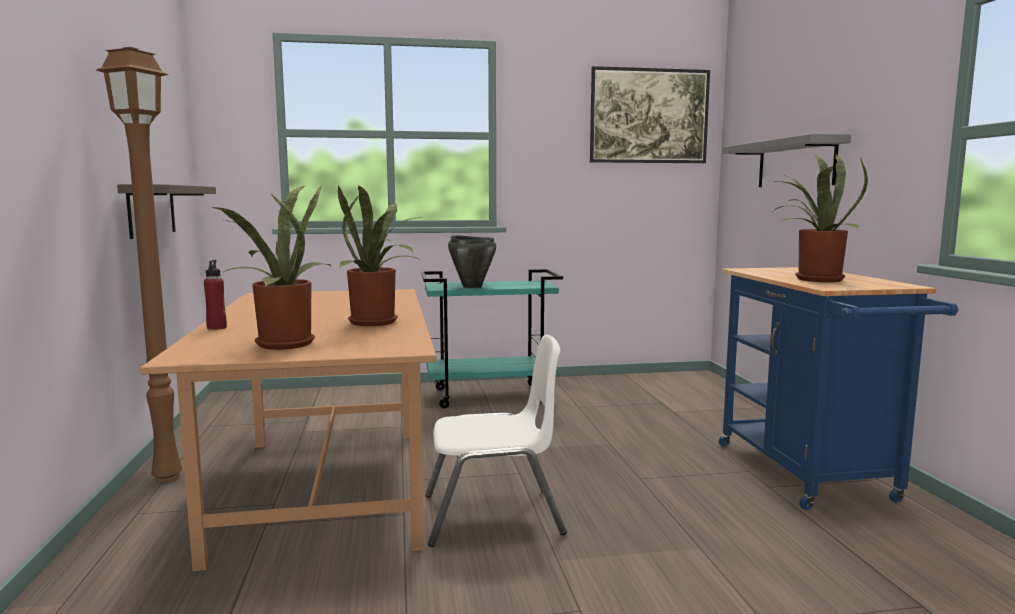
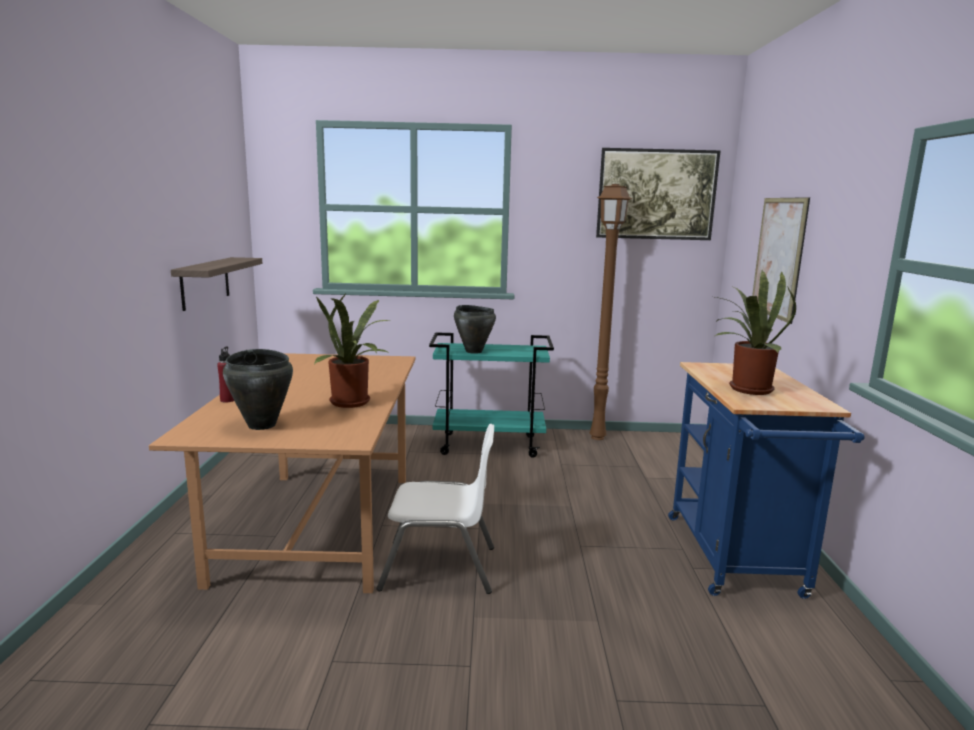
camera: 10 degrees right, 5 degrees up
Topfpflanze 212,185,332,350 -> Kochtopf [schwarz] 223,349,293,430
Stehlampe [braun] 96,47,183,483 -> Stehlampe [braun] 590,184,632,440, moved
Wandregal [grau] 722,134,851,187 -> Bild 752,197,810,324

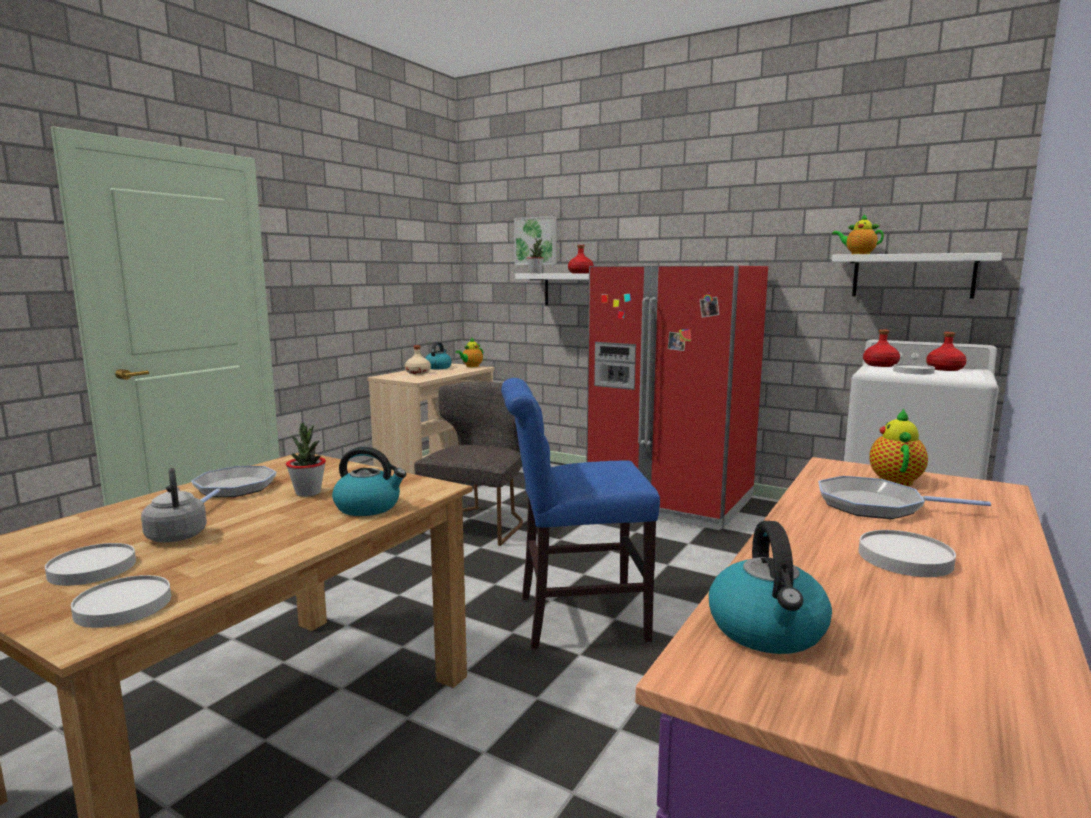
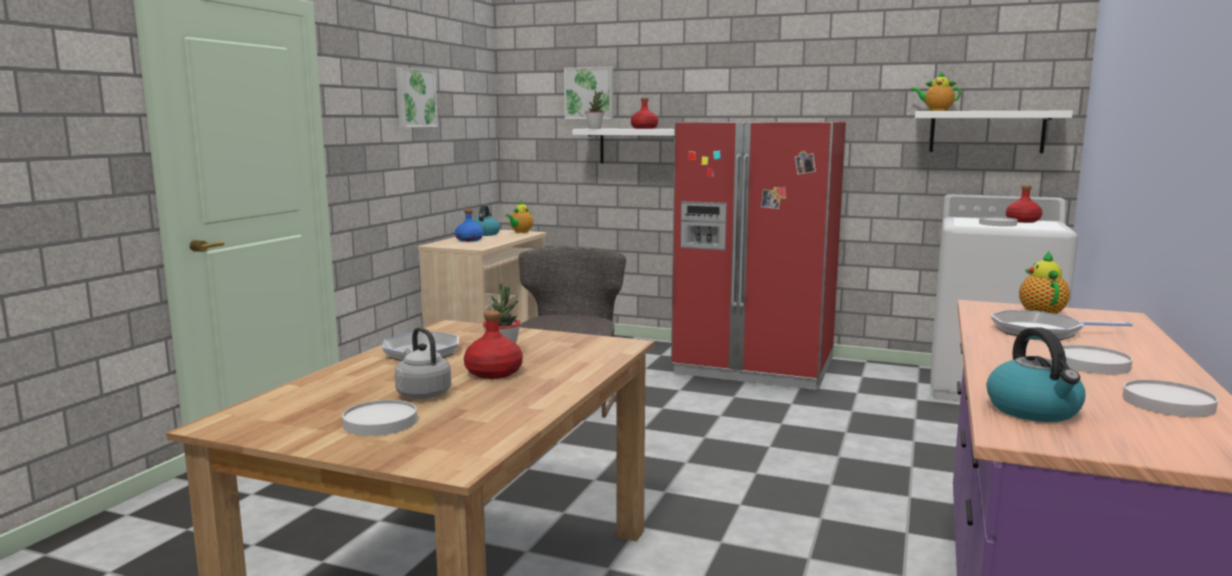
camera: 10 degrees left, 0 degrees up
none -> Bild 396,67,438,128
Flasche [beige] 405,345,431,374 -> Flasche [blau] 455,209,484,242
Flasche [rot] 863,329,900,367 -> Flasche [rot] 464,310,523,379, moved
Teller [weiß] 71,575,171,628 -> Teller [weiß] 1122,380,1218,417, moved
Wasserkessel 332,447,406,516 -> none
Stuhl [blau] 501,378,660,649 -> none

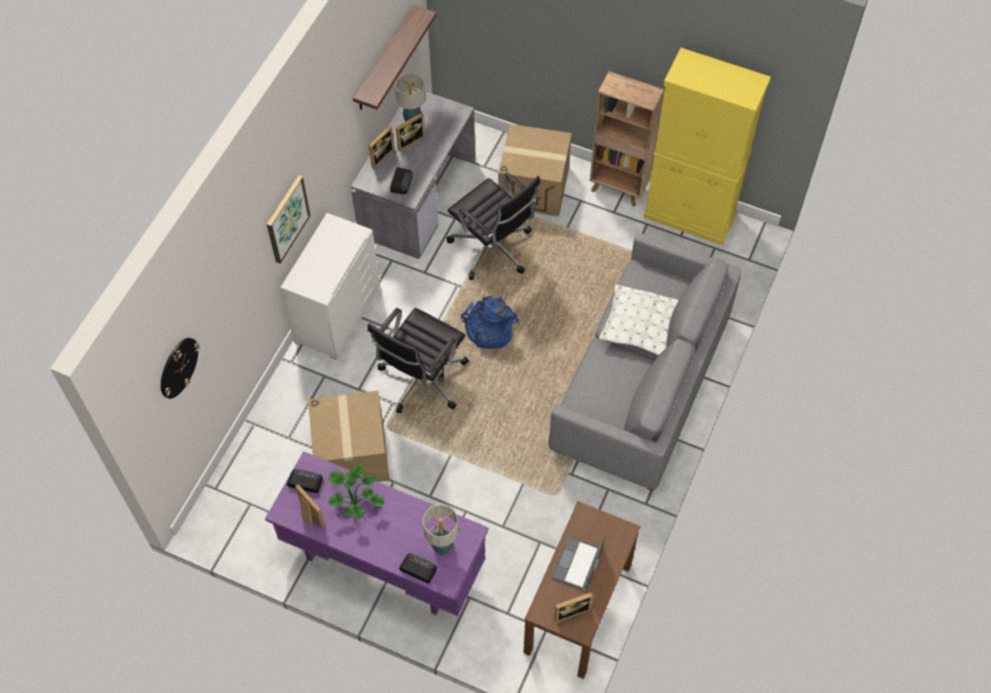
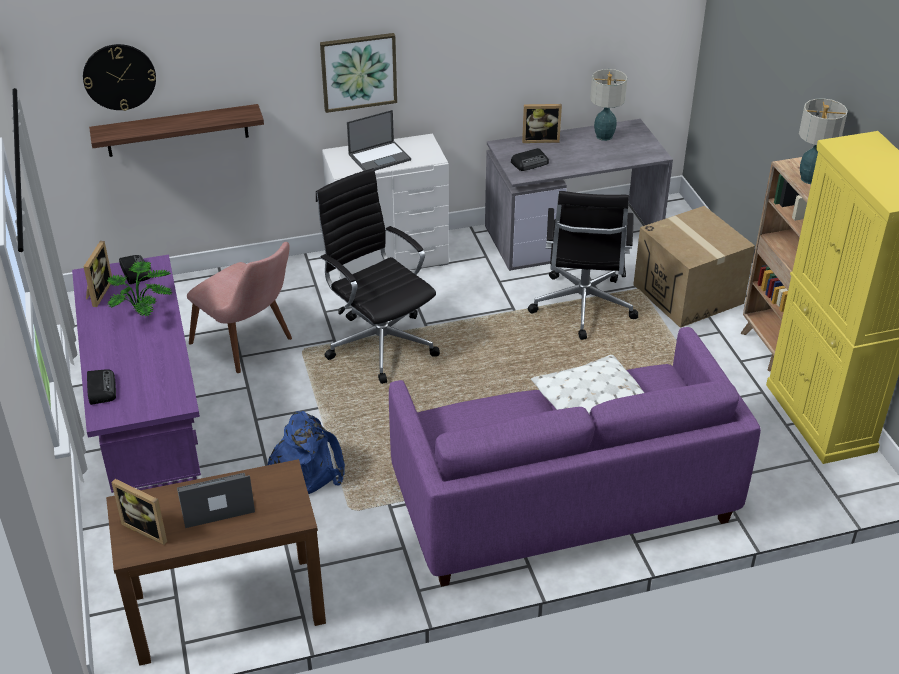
camera: 50 degrees right, 20 degrees down
Wandregal 353,5,436,110 -> Wandregal 89,104,264,157, moved
Karton 308,391,390,482 -> Stuhl [rosa] 187,242,292,373
Rucksack [blau] 461,296,519,349 -> Rucksack [blau] 267,411,345,494, moved
Bürostuhl [schwarz] 368,308,469,413 -> Bürostuhl [schwarz] 316,168,440,384, 60 degrees clockwise
none -> Laptop 347,110,411,171
Sofa [grau] 549,233,742,491 -> Sofa [lila] 389,327,761,587
Tischlampe 423,504,459,555 -> Tischlampe 799,98,848,184, moved
Bilderrahmen 396,112,425,152 -> none

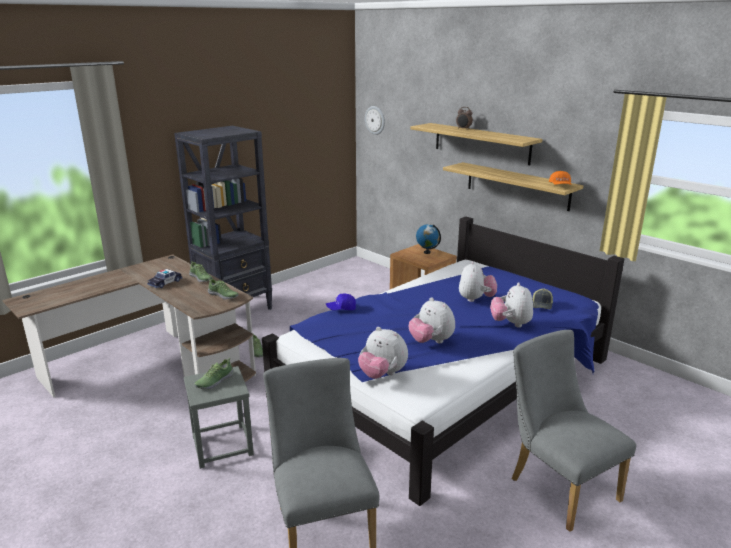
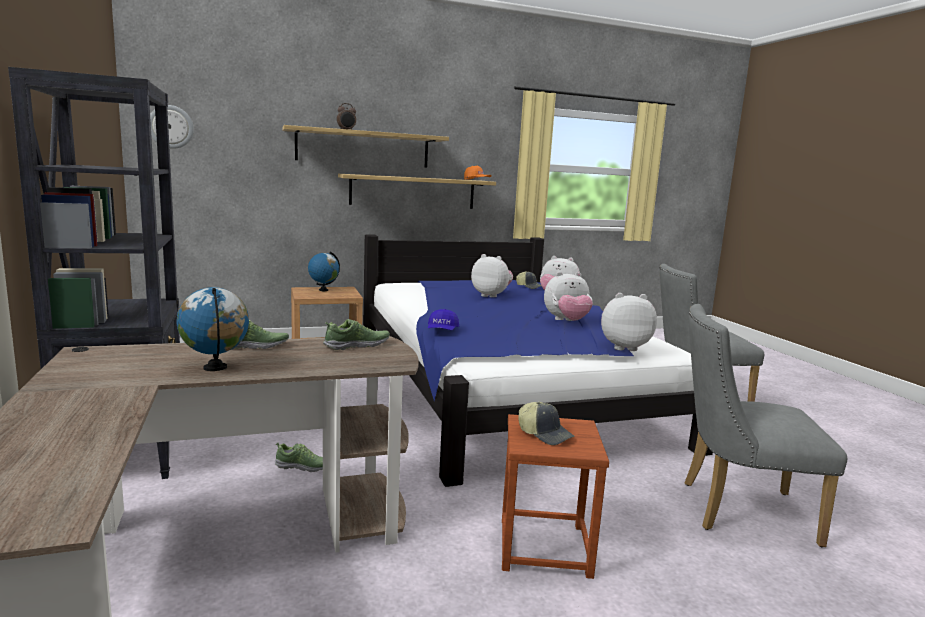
camera: 65 degrees left, 10 degrees down
Spielzeugauto 147,269,182,288 -> Globus 177,287,249,371
Hocker [grau] 184,366,254,469 -> Hocker [braun] 502,414,609,579
Schuh 195,358,234,389 -> Kappe 518,402,574,445
Plüschtier 358,327,408,379 -> Plüschtier 601,293,657,351, 150 degrees counterclockwise

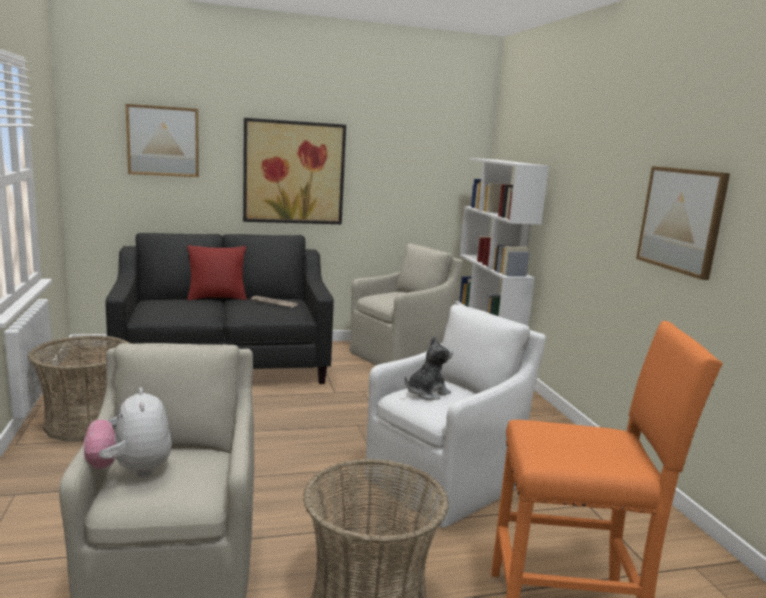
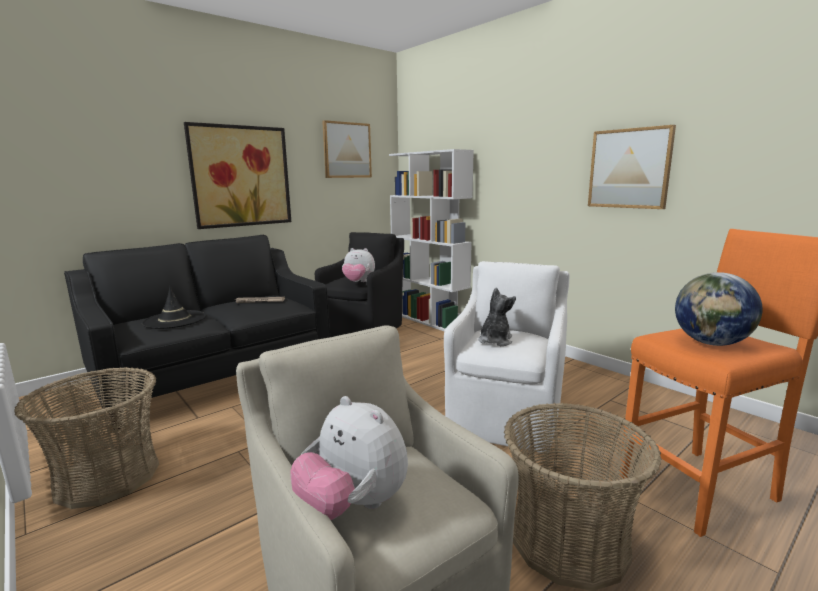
camera: 25 degrees left, 0 degrees up
none -> Hut [schwarz] 142,286,206,329
Sessel [beige] 350,244,463,365 -> Sessel [schwarz] 315,232,404,337
Bild 125,104,199,177 -> Bild 322,120,372,178, moved
none -> Plüschtier 342,248,375,282
none -> Globus 675,272,763,346
Kissen [rot] 187,245,247,300 -> none

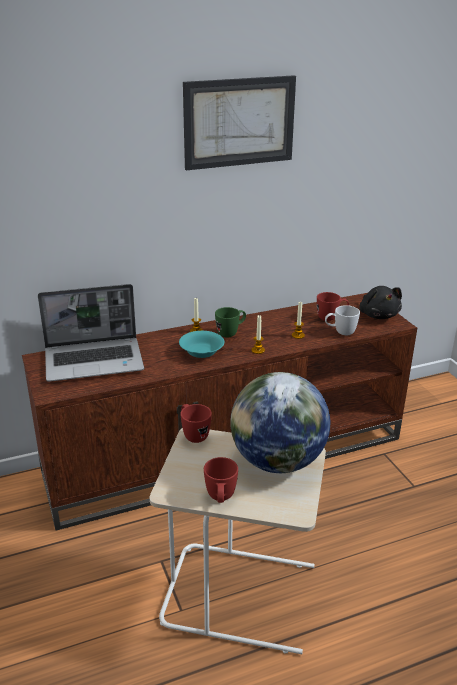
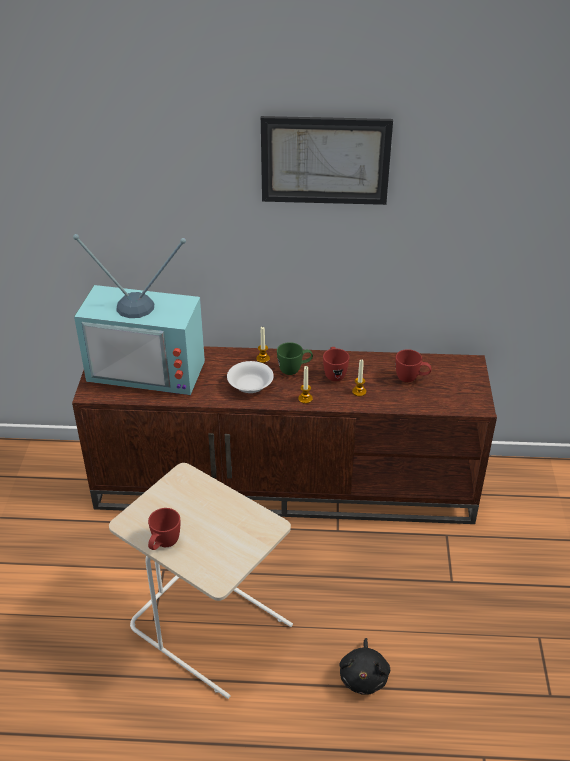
camera: 25 degrees right, 10 degrees up
Laptop 38,284,144,382 -> Fernseher 73,234,205,395
Schüssel [türkis] 179,331,224,358 -> Schüssel [weiß] 227,361,274,393
Henkelbecher [rot] 181,404,212,443 -> Henkelbecher [rot] 323,347,349,381, moved
Plüschtier [schwarz] 359,286,402,319 -> Plüschtier [schwarz] 339,638,390,695, moved
Globus 230,372,330,473 -> none
Henkelbecher [weiß] 325,305,360,335 -> none

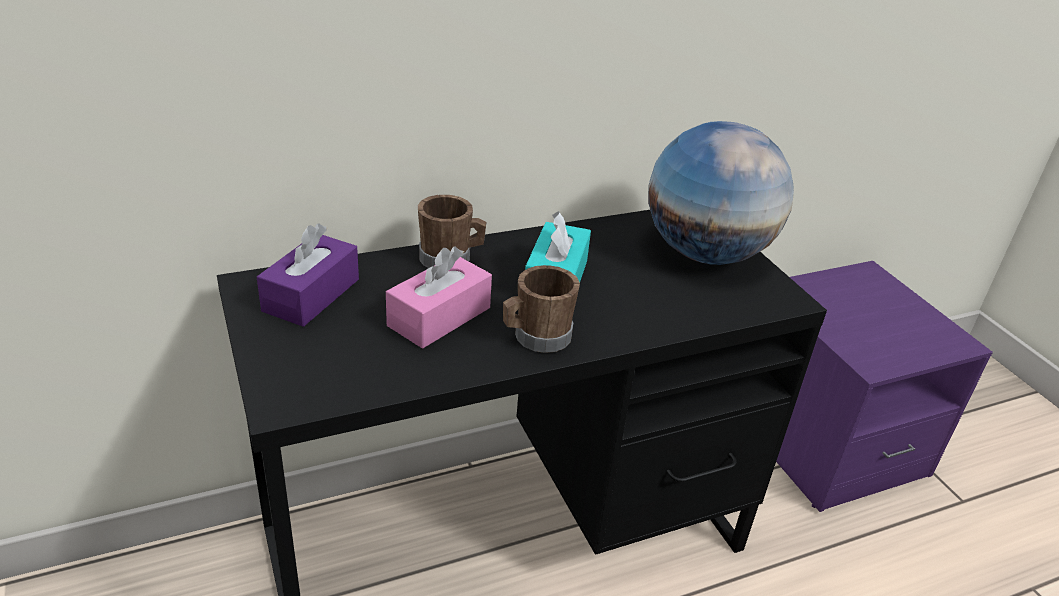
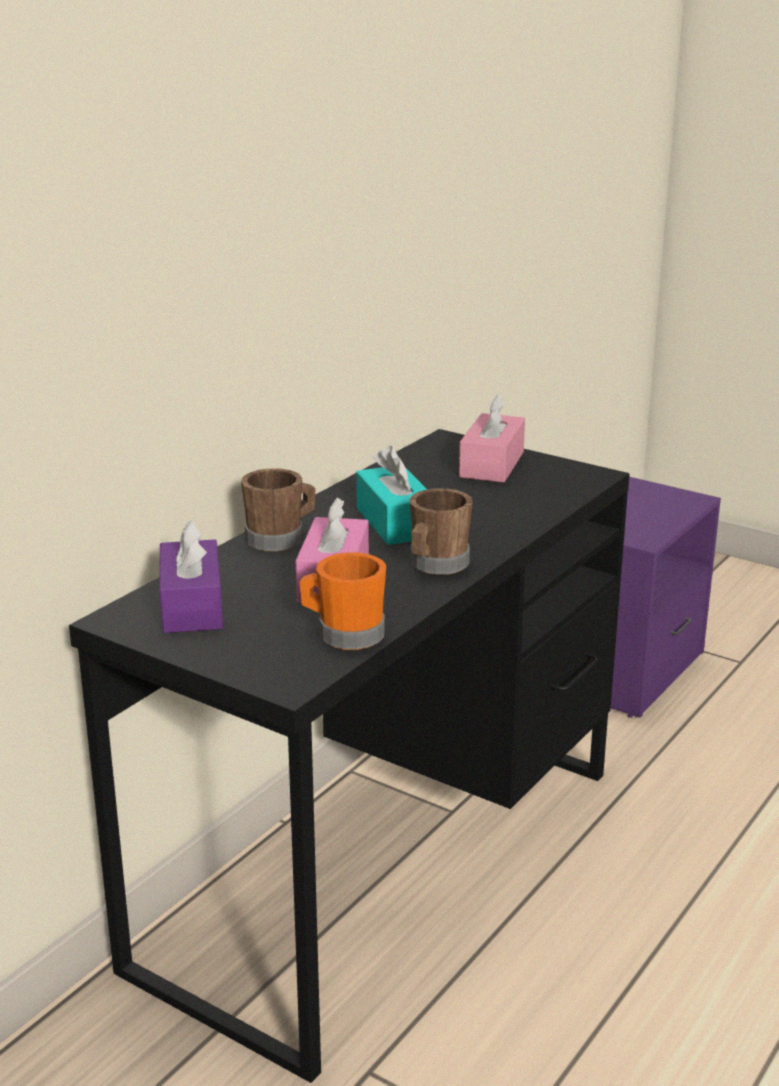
camera: 30 degrees left, 10 degrees down
none -> Henkelbecher [orange] 300,552,386,650
Globus 648,121,794,265 -> Taschentuchbox [rosa] 459,394,525,483

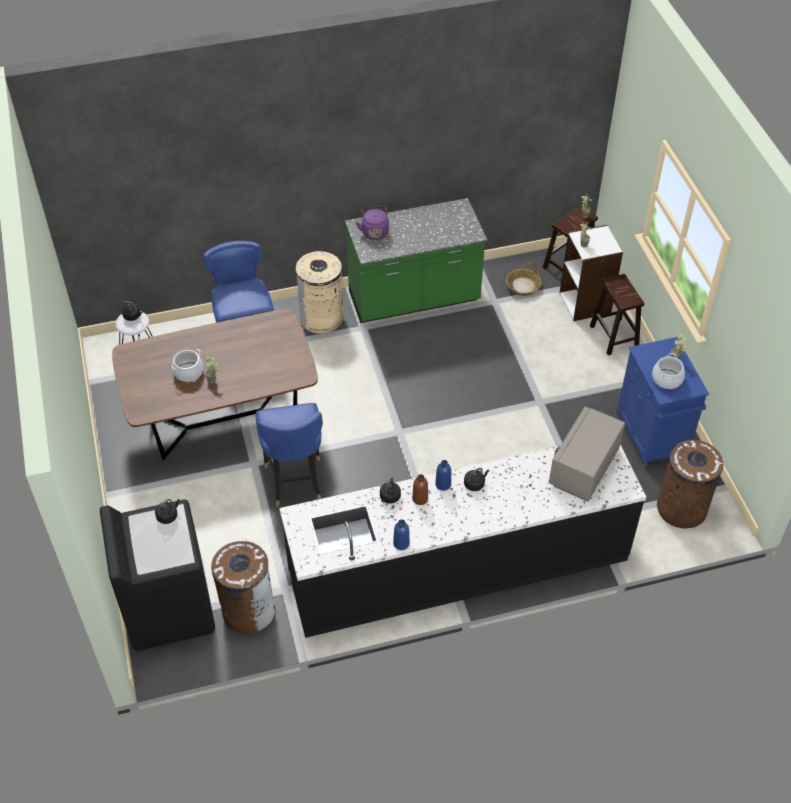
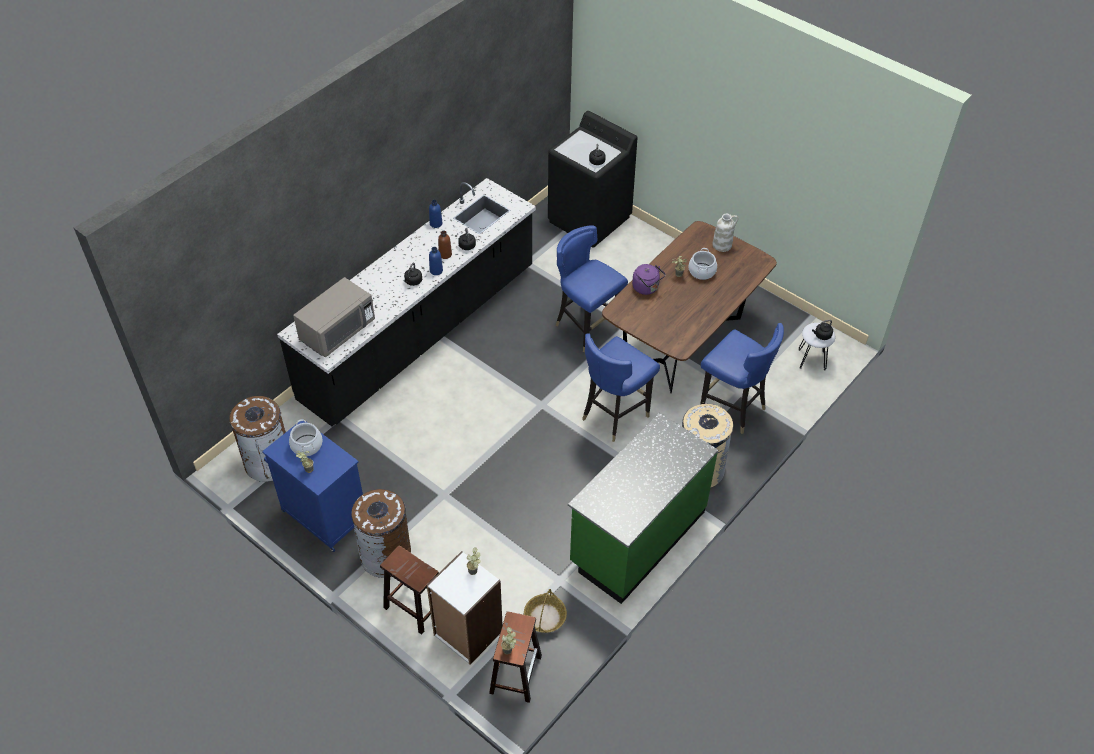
camera: 145 degrees right, 0 degrees up
Mikrowelle [grau] 549,406,625,502 -> Mikrowelle [grau] 293,277,375,357, 45 degrees clockwise
Mülleimer [braun] 211,539,275,634 -> Mülleimer [braun] 351,489,411,578, moved
none -> Stuhl [blau] 582,333,660,442
Wasserkessel [lila] 356,206,389,240 -> Wasserkessel [lila] 632,264,666,295, moved
none -> Vase [weiß] 712,214,738,252

